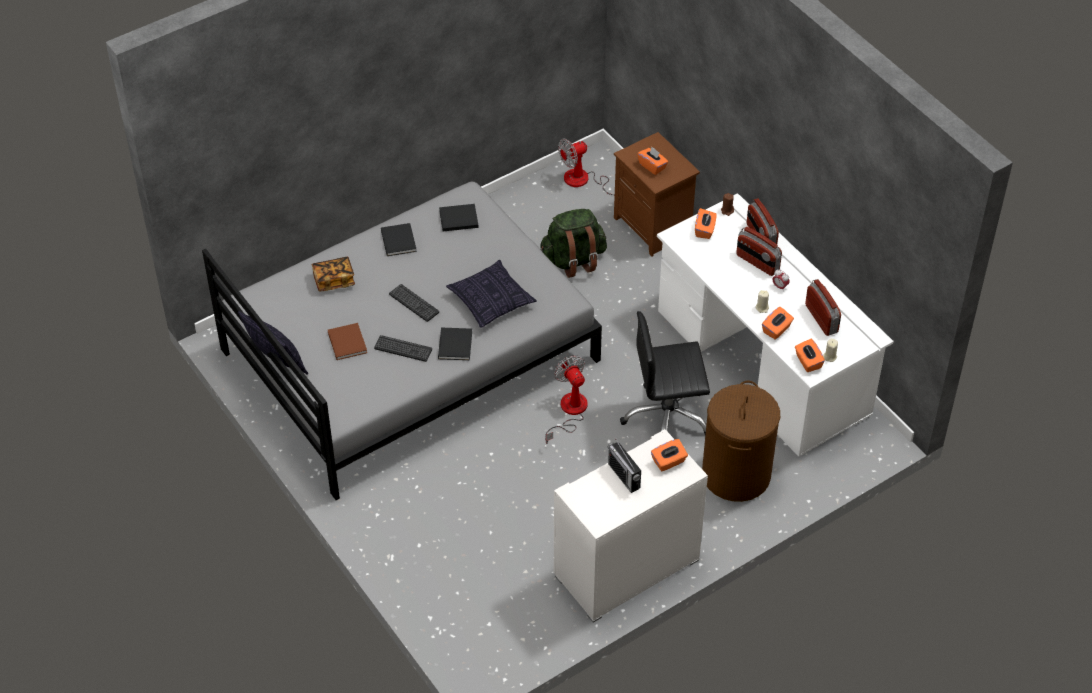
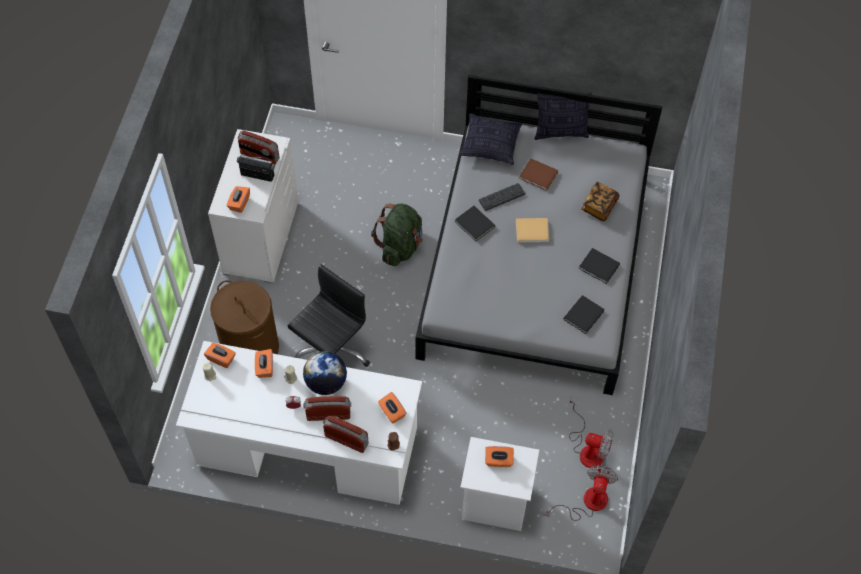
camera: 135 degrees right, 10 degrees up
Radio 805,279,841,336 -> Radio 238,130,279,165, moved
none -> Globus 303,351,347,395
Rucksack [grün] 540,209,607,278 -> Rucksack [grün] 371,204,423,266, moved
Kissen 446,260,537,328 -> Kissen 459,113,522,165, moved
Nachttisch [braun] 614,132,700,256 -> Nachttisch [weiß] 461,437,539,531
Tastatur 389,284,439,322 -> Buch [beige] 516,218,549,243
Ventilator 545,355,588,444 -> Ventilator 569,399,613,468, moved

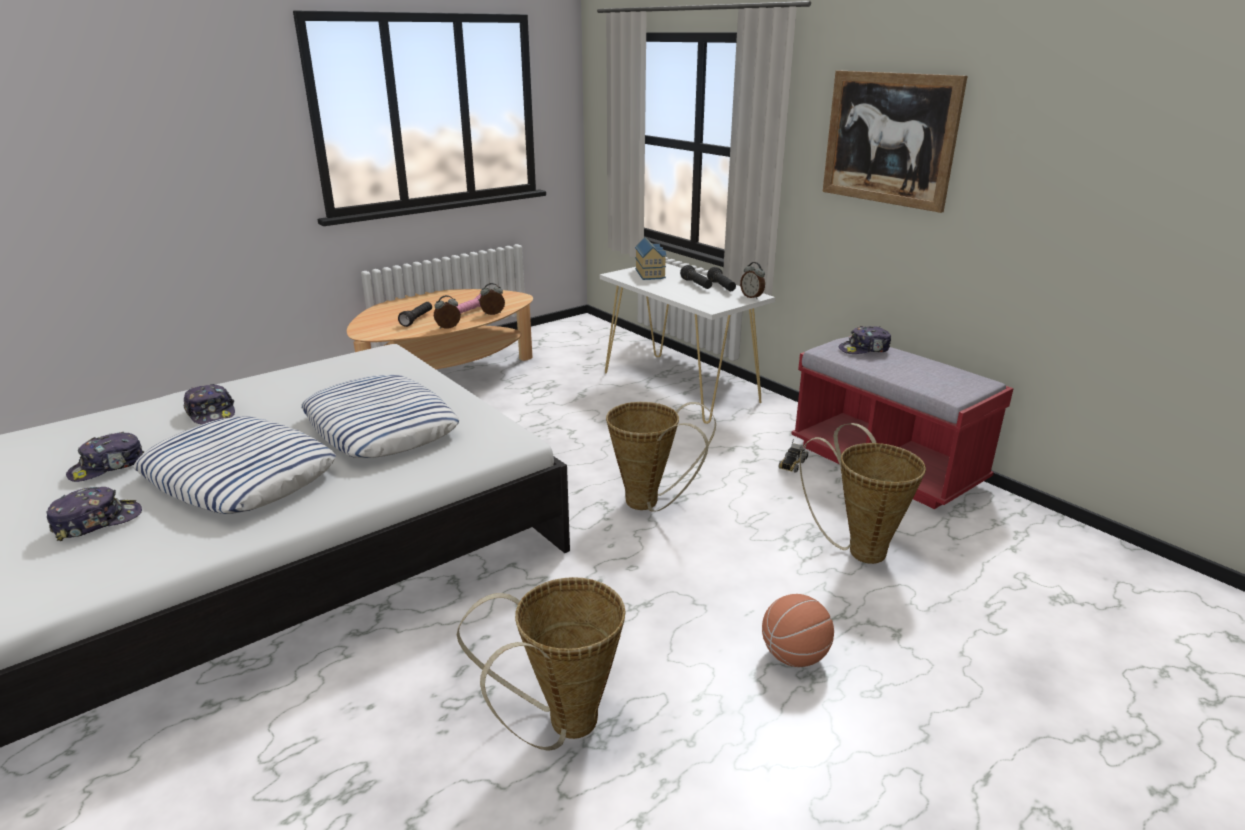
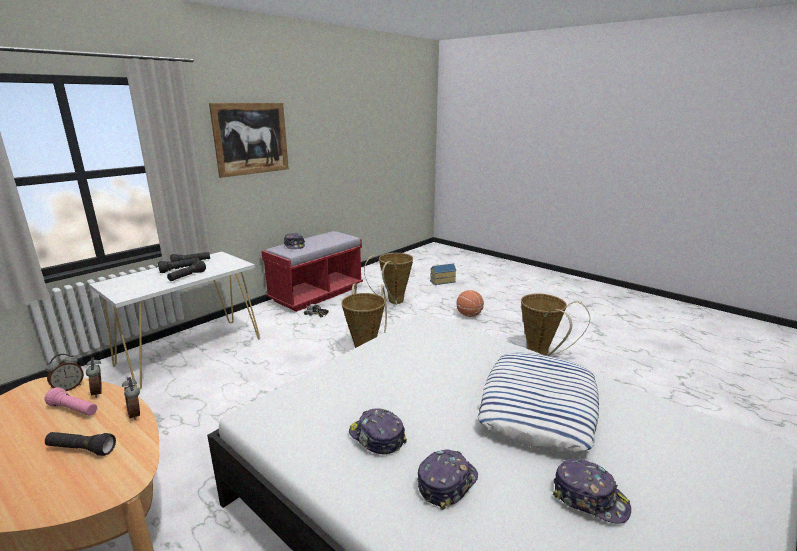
camera: 100 degrees left, 5 degrees down
Wecker 740,262,765,299 -> Wecker 46,354,84,391, moved
none -> Taschenlampe [schwarz] 167,260,206,281
Kappe 46,487,142,541 -> Kappe 349,409,407,454, moved
Spielzeughaus 635,237,666,280 -> Spielzeughaus 430,263,456,285, moved
Kissen 301,375,459,458 -> none

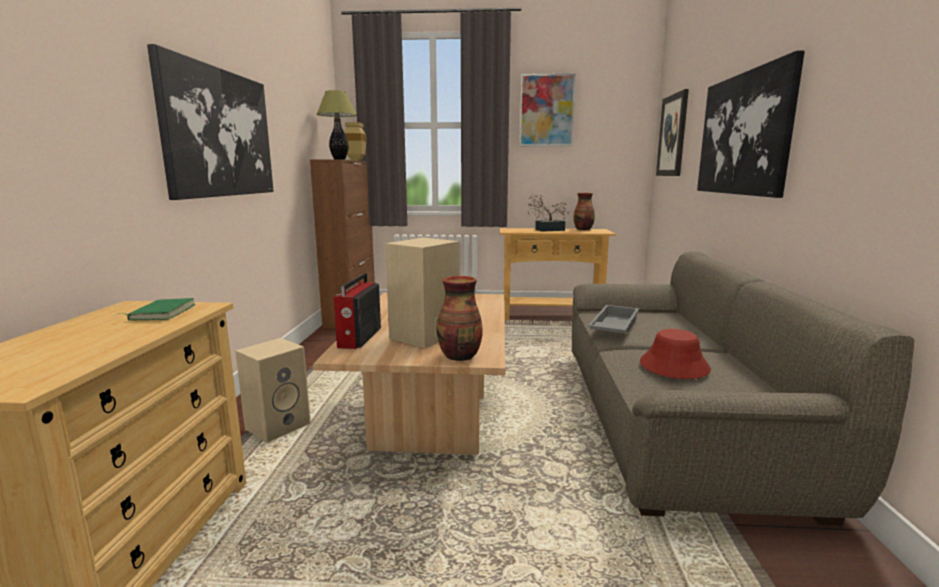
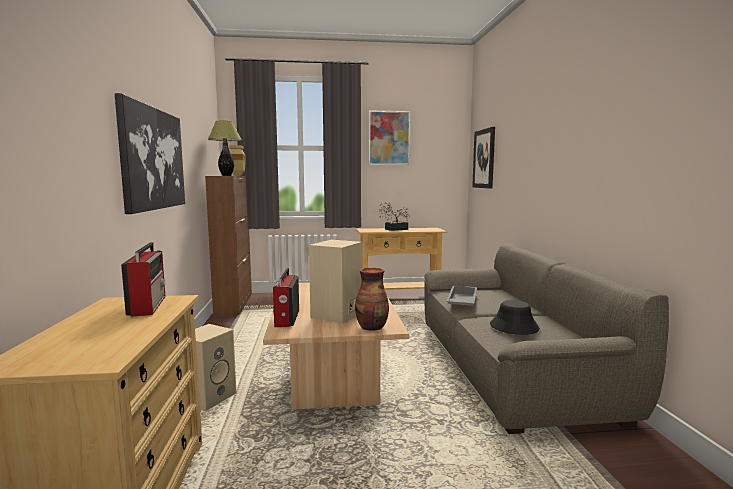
camera: 10 degrees left, 5 degrees down
Buch [grün] 121,298,195,321 -> Radio 121,242,166,317
Hut [rot] 640,329,711,379 -> Hut [schwarz] 490,300,540,335
Vase 574,193,595,230 -> none
Bild 697,50,805,198 -> none

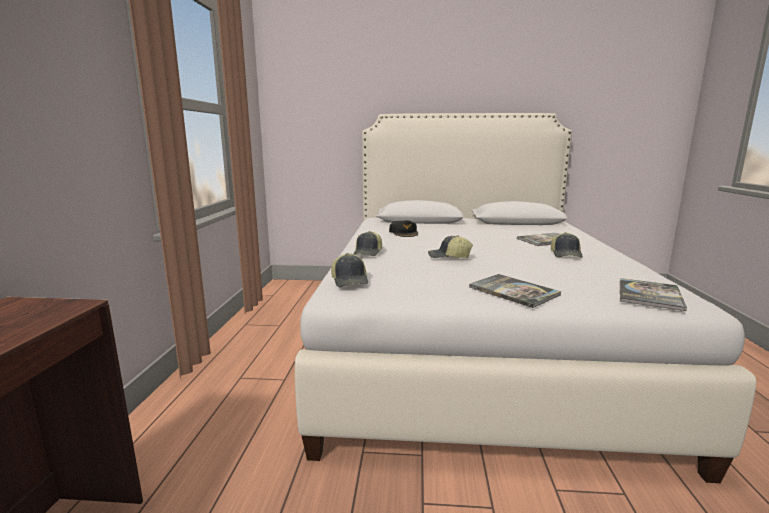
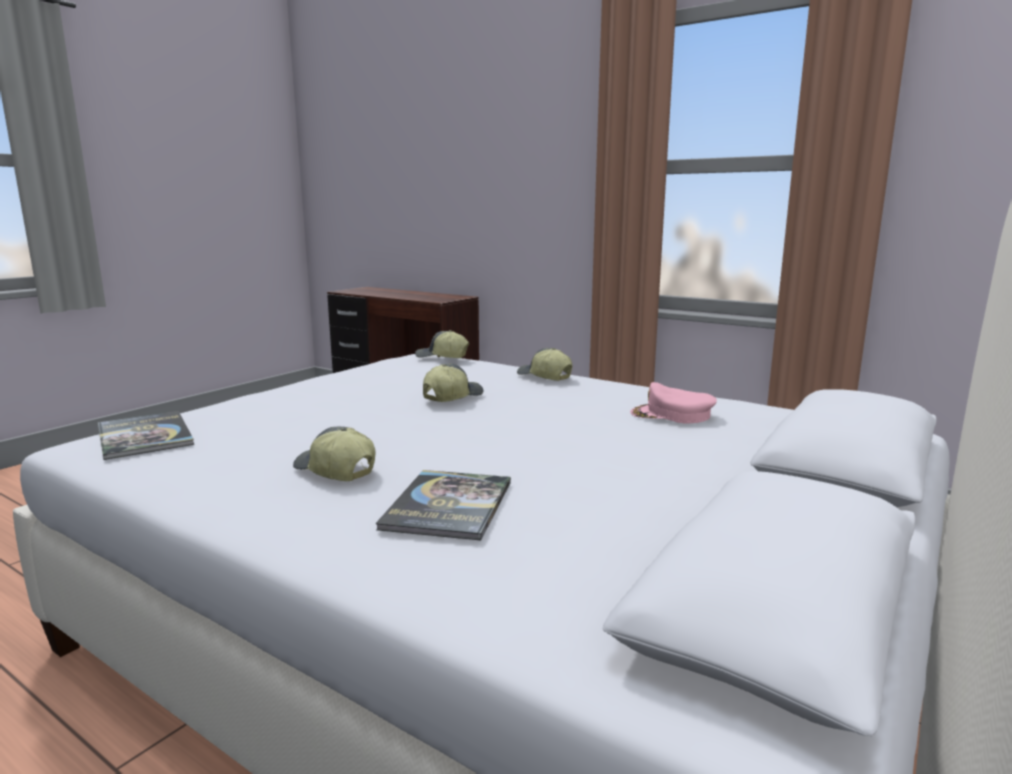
camera: 120 degrees right, 0 degrees up
Kappe [schwarz] 389,220,418,237 -> Kappe [rosa] 630,382,717,423
Buch 469,274,561,308 -> none

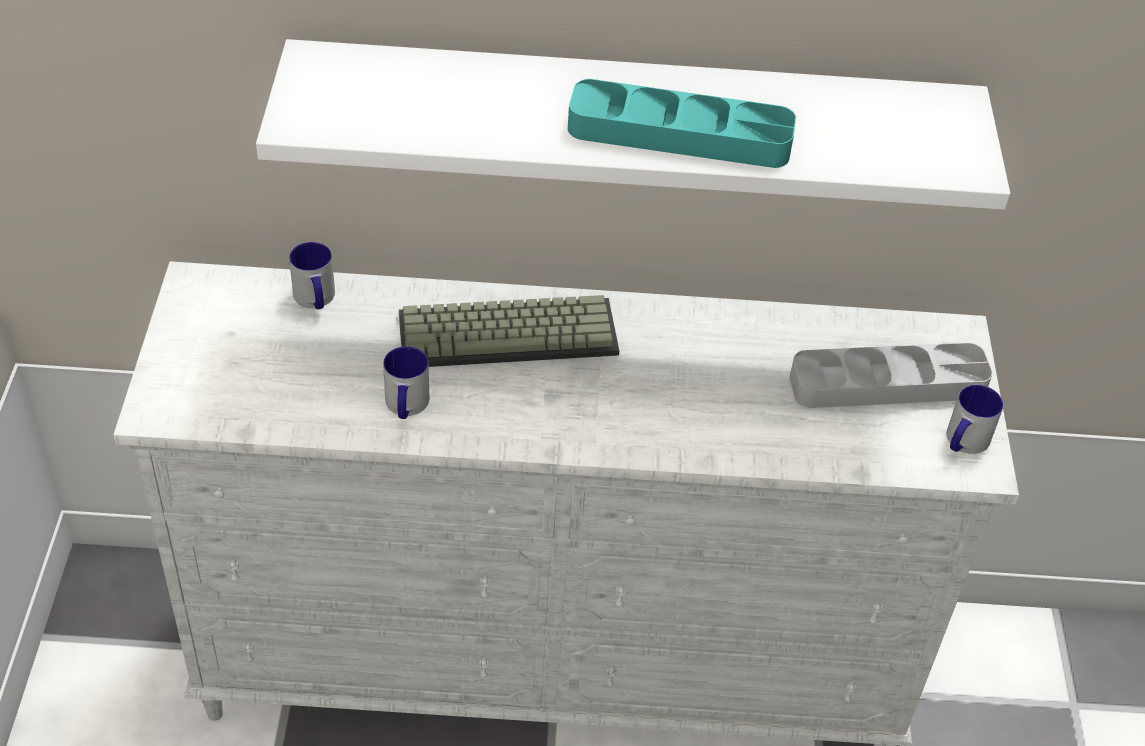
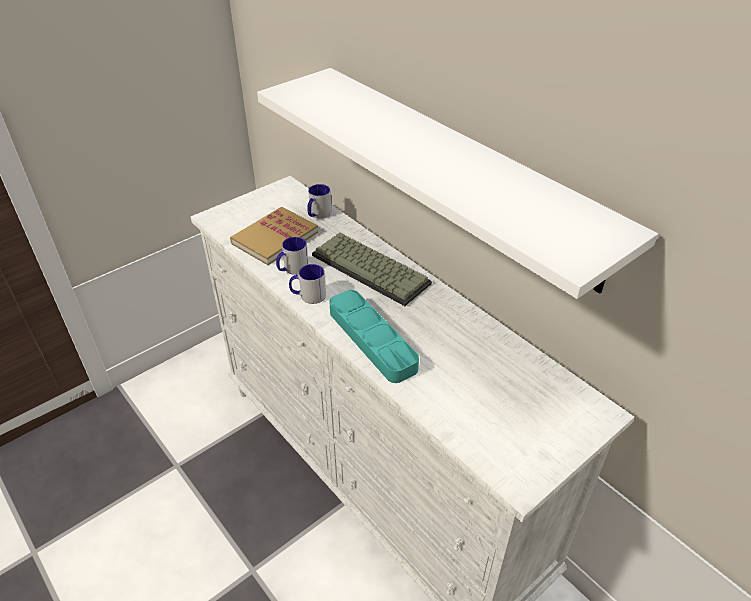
camera: 50 degrees right, 5 degrees down
none -> Buch 230,207,318,265
Henkelbecher 947,385,1004,454 -> Henkelbecher 289,264,326,304, moved
Tablett [türkis] 568,79,796,168 -> Tablett [türkis] 329,290,419,383, moved
Tablett [grau] 790,342,993,408 -> none

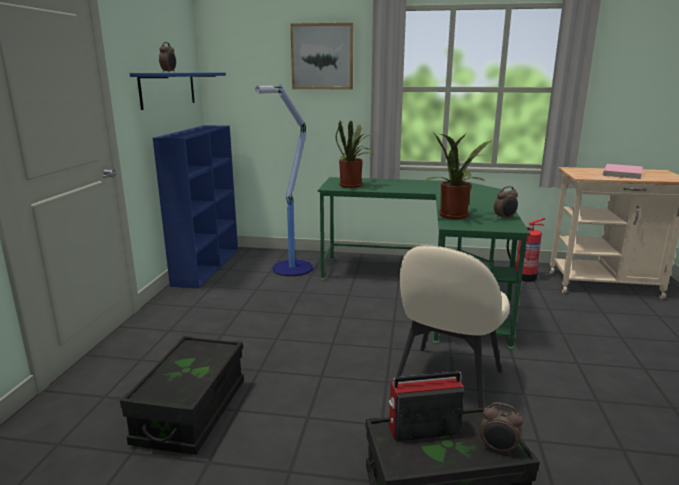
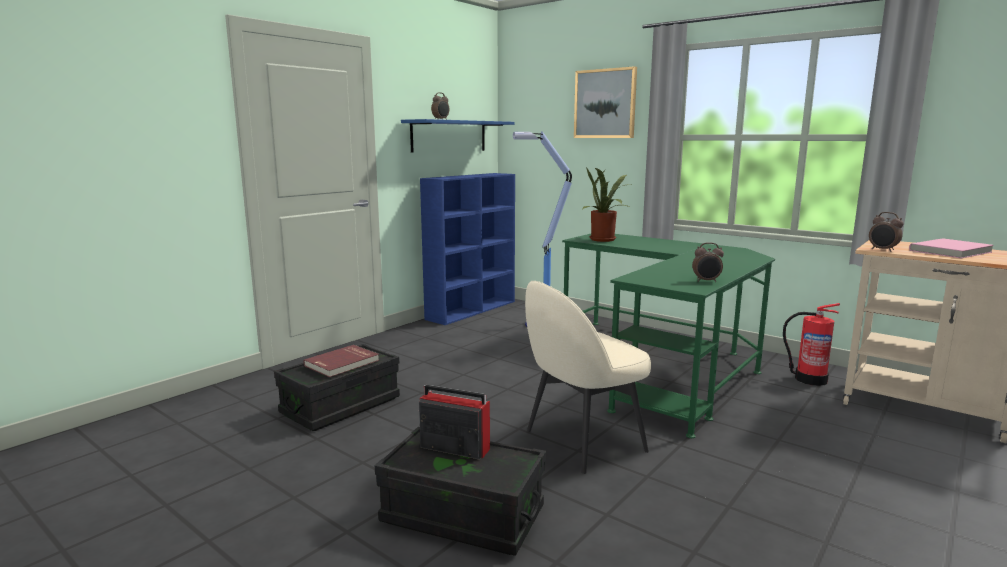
camera: 30 degrees right, 5 degrees down
none -> Buch [rot] 303,345,379,377
Wecker 480,402,523,455 -> Wecker 869,212,904,252, moved
Topfpflanze 424,133,494,219 -> none

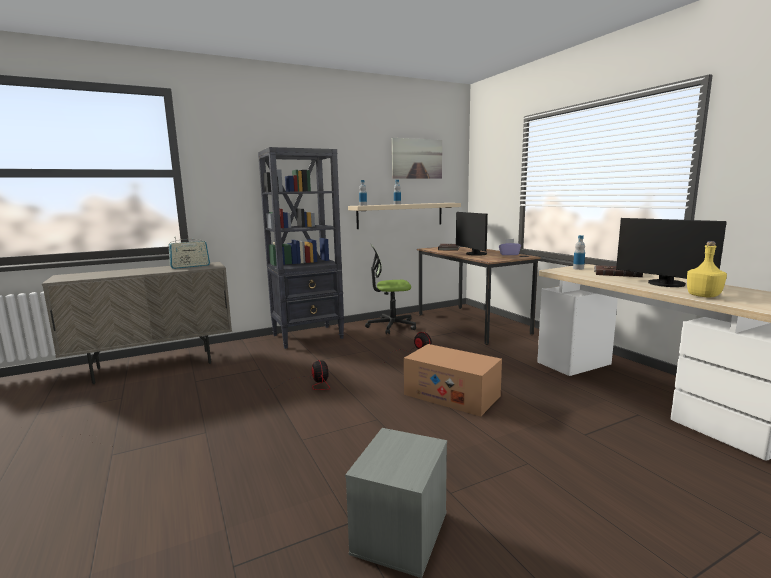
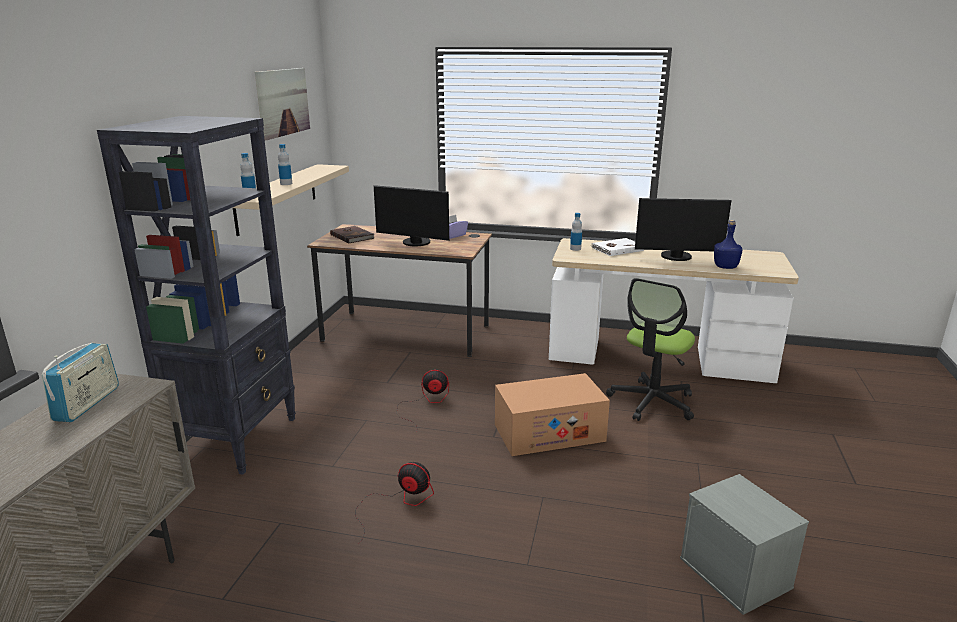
camera: 50 degrees left, 10 degrees up
Buch [braun] 594,265,643,277 -> Buch [weiß] 591,238,644,256
Bürostuhl 365,244,416,334 -> Bürostuhl 606,278,695,421, moved
Flasche [gelb] 687,241,727,297 -> Flasche [blau] 714,220,743,269

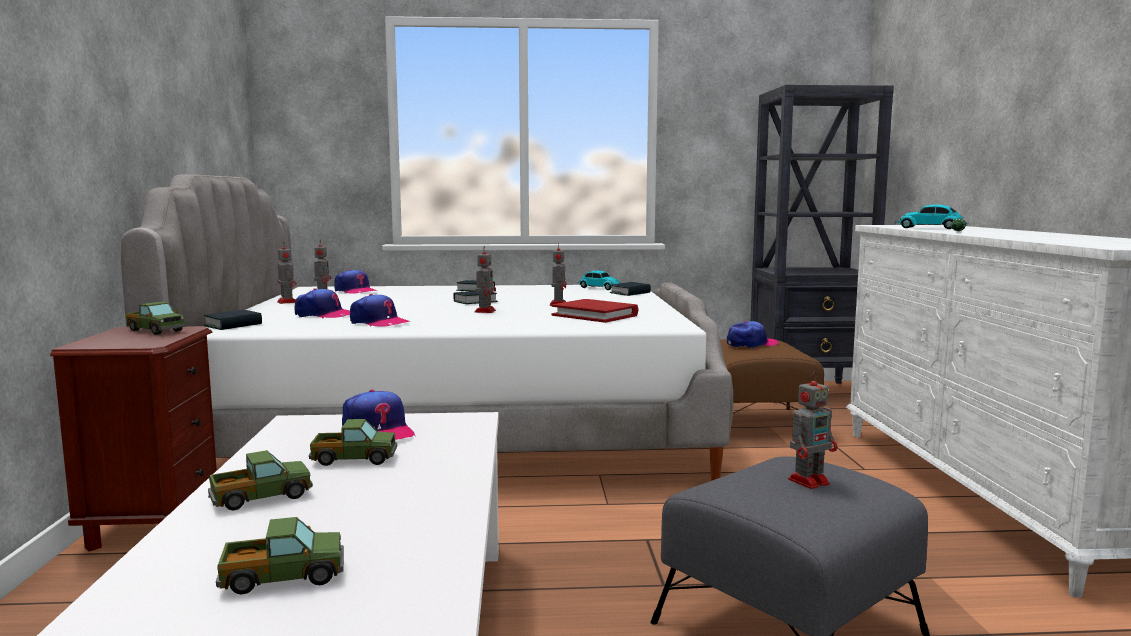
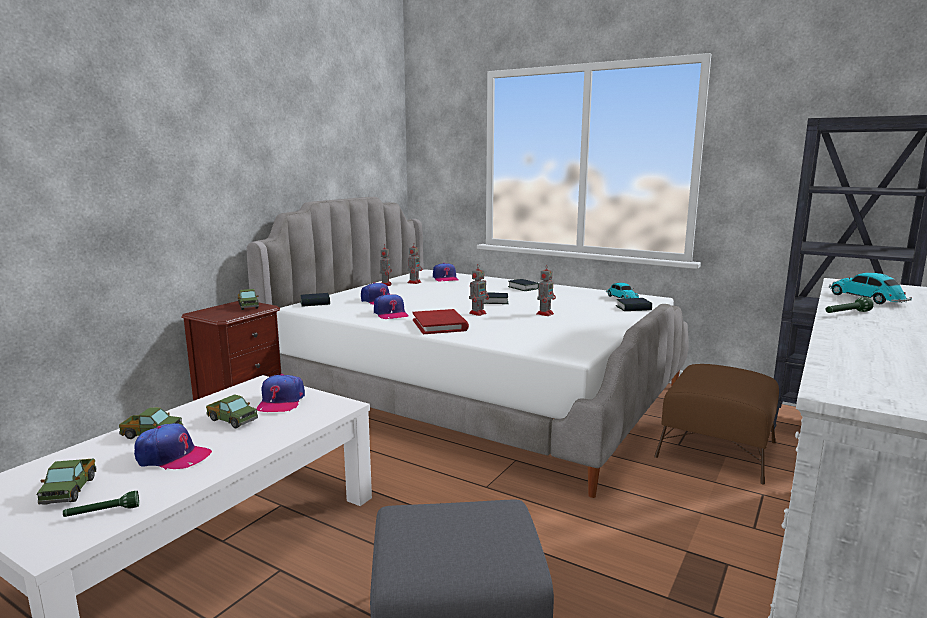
camera: 35 degrees right, 5 degrees up
Spielzeuglaster 216,517,344,594 -> Spielzeuglaster 36,458,97,505, 60 degrees clockwise
none -> Taschenlampe [grün] 63,491,139,517
Kappe 727,321,778,348 -> Kappe 134,423,212,470, moved
Buch [rot] 551,299,638,323 -> Buch [rot] 413,309,469,334, moved
Spielzeugroboter 788,371,837,489 -> none

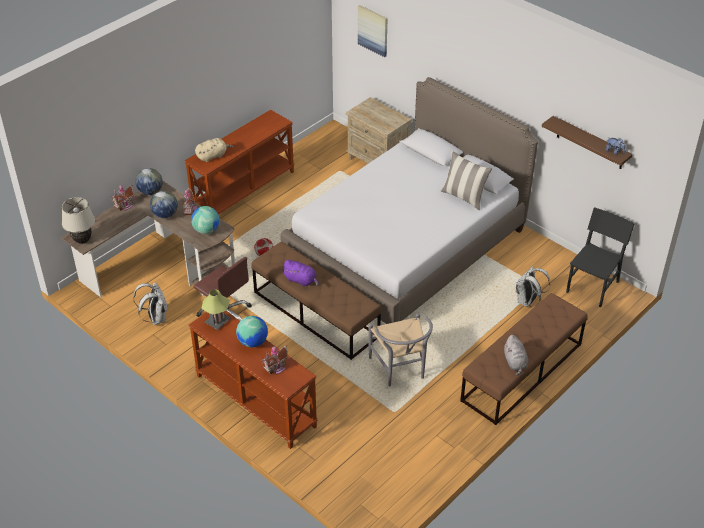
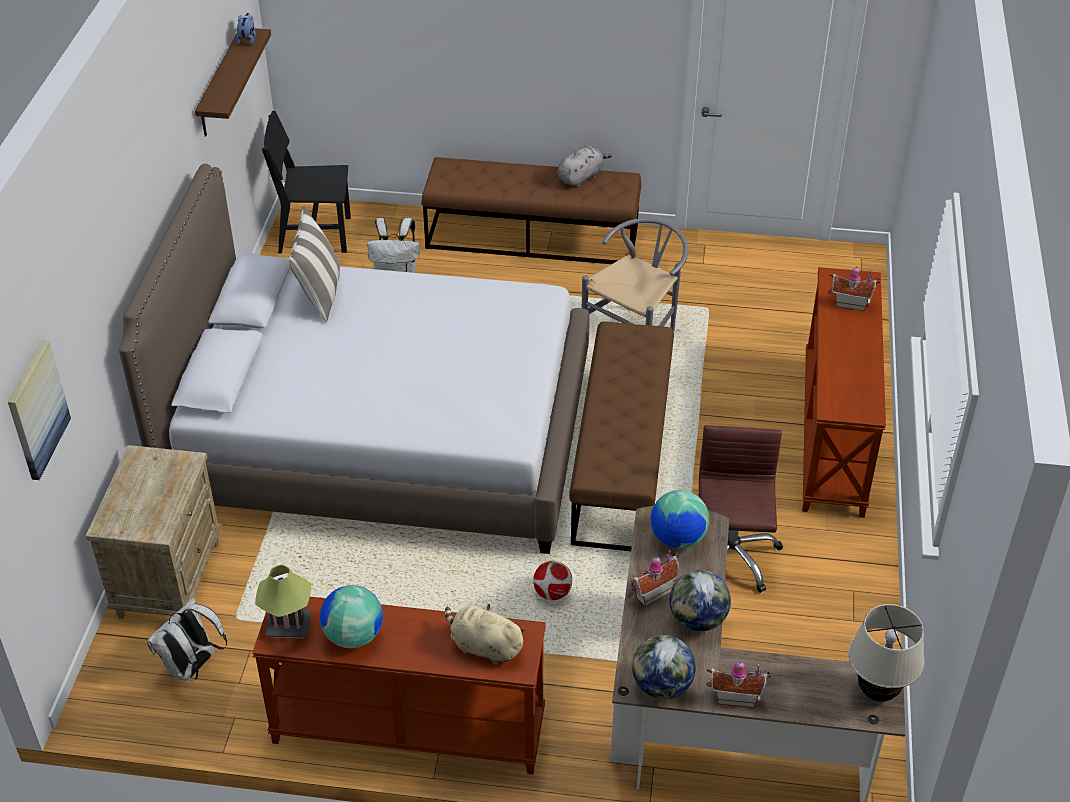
camera: 125 degrees left, 0 degrees up
Rucksack [weiß] 134,282,167,325 -> Rucksack [weiß] 147,597,227,681, moved
Tischlampe 202,289,231,330 -> Tischlampe 255,565,311,638, moved
Globus 236,316,268,347 -> Globus 320,585,383,648, moved
Plüschtier [lila] 282,260,319,286 -> none

